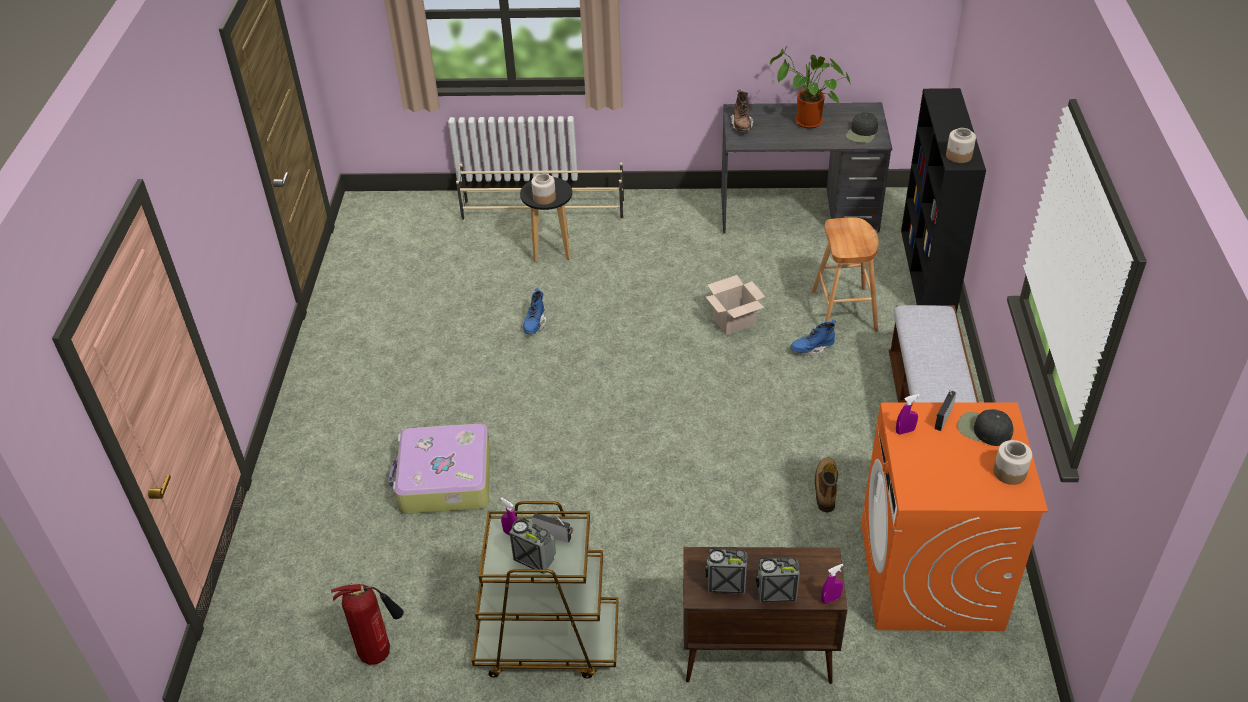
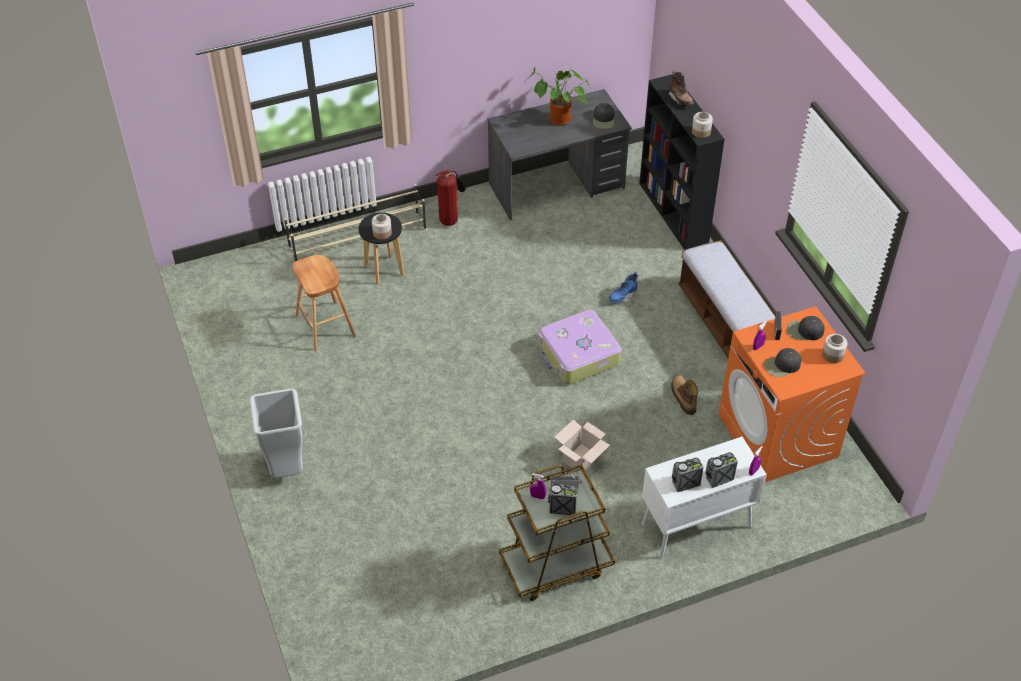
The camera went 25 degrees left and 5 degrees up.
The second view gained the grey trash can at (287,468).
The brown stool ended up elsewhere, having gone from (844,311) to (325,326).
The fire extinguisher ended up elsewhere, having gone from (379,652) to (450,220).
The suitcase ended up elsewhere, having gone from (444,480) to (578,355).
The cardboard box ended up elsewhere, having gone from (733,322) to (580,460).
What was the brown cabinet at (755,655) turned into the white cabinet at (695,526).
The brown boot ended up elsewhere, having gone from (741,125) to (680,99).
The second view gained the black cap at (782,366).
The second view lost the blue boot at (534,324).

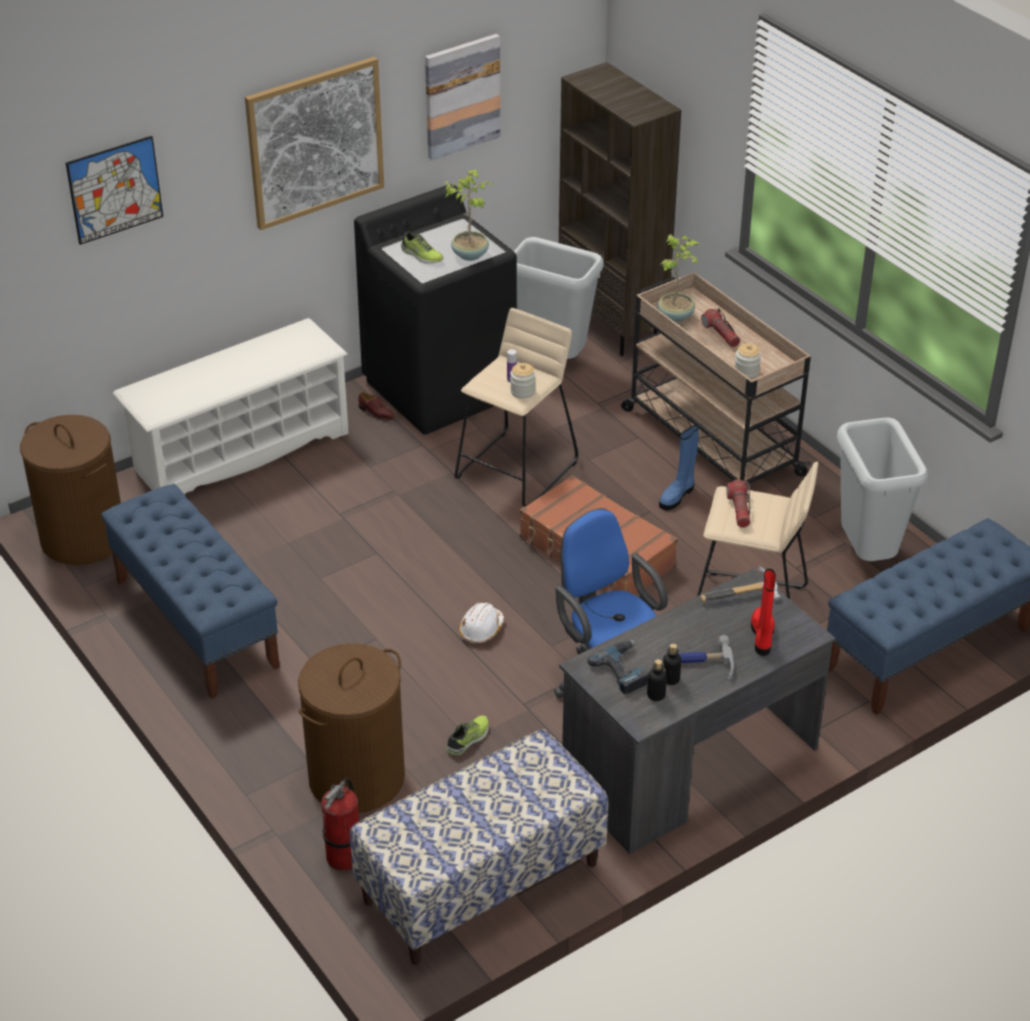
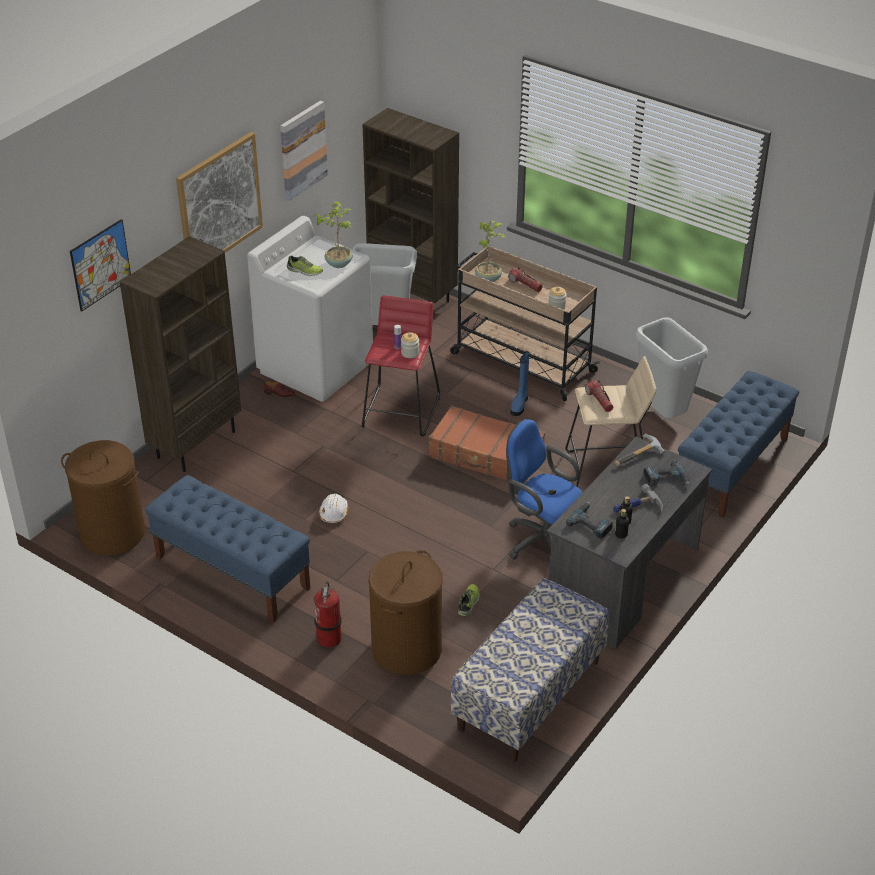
The camera went 20 degrees left and 0 degrees up.
Where the white shoe rack stood at (241,451), the brown bookcase came to stand at (196,444).
What was the black washing machine at (440,388) turned into the white washing machine at (316,366).
The fire extinguisher ended up elsewhere, having gone from (345,856) to (329,638).
The white hard hat ended up elsewhere, having gone from (481,629) to (334,513).
What was the beige stool at (516,470) turned into the red stool at (401,412).
Where the red boot stood at (762,636), the power drill came to stand at (666,479).

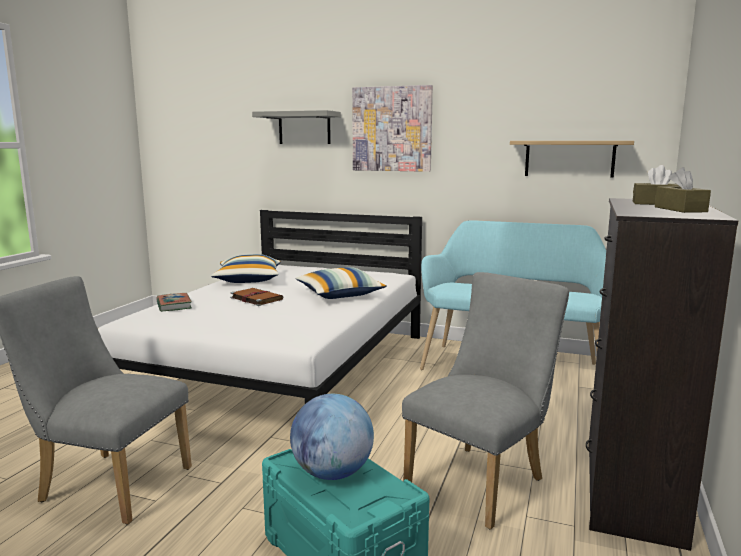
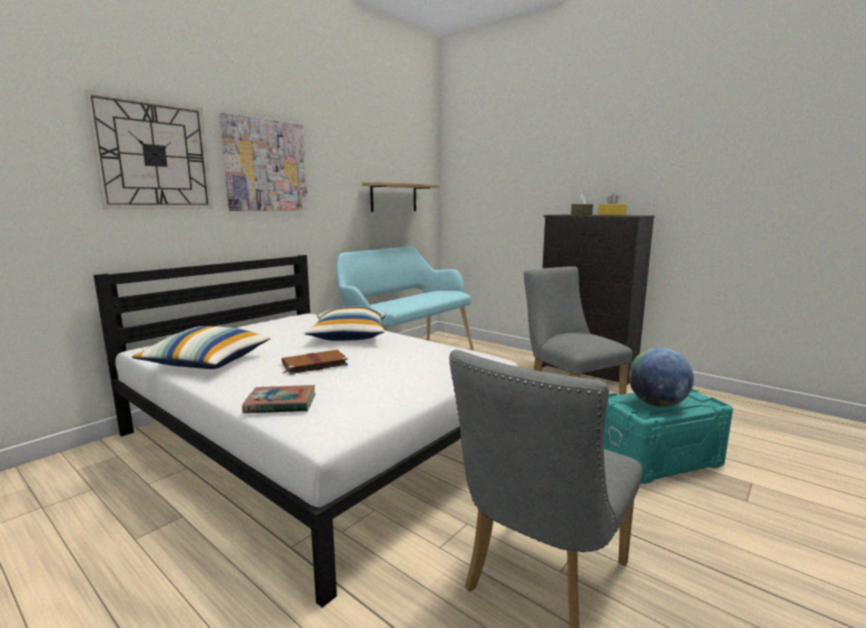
The camera went 70 degrees left and 0 degrees up.
Where the grey shelf hung at (304,128), the wall clock came to hang at (154,155).
What was the brown tissue box at (680,209) turned into the yellow tissue box at (611,214).

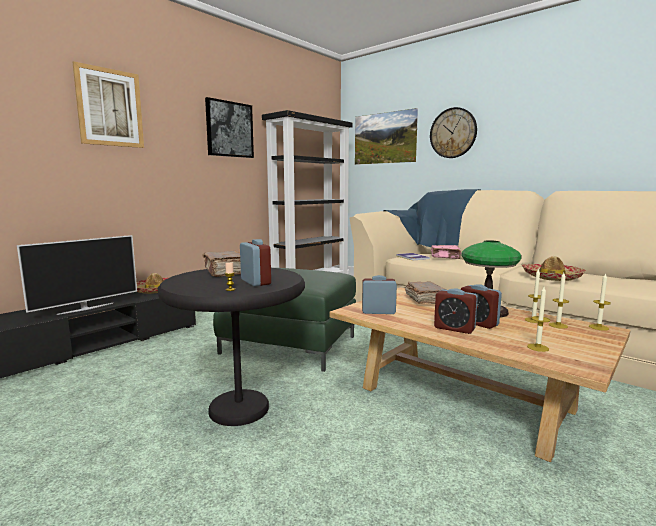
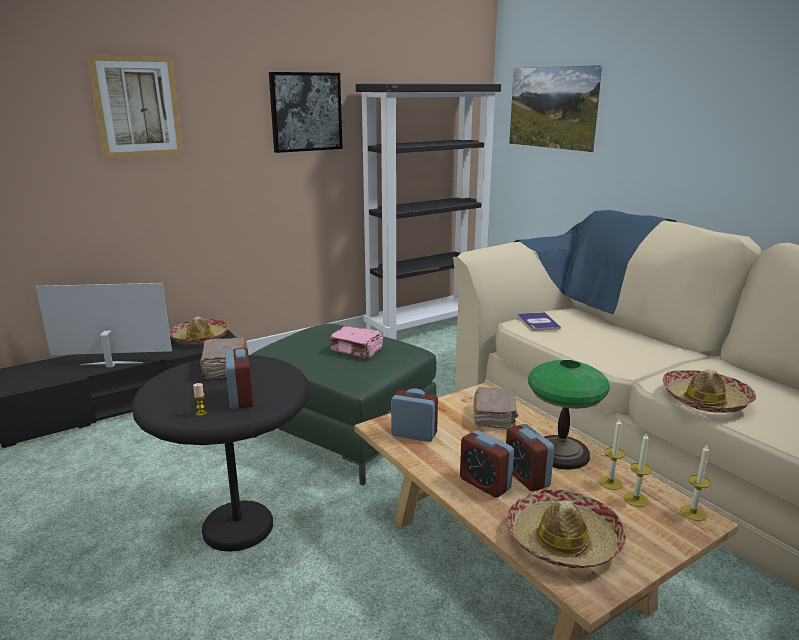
The camera went 15 degrees right and 10 degrees up.
The television at (85,308) ended up facing another way, 150 degrees counterclockwise from before.
The pink book ended up elsewhere, having gone from (445,257) to (357,350).
Where the candle stood at (538,347), the hat came to stand at (563,540).
The second view lost the wall clock at (453,133).

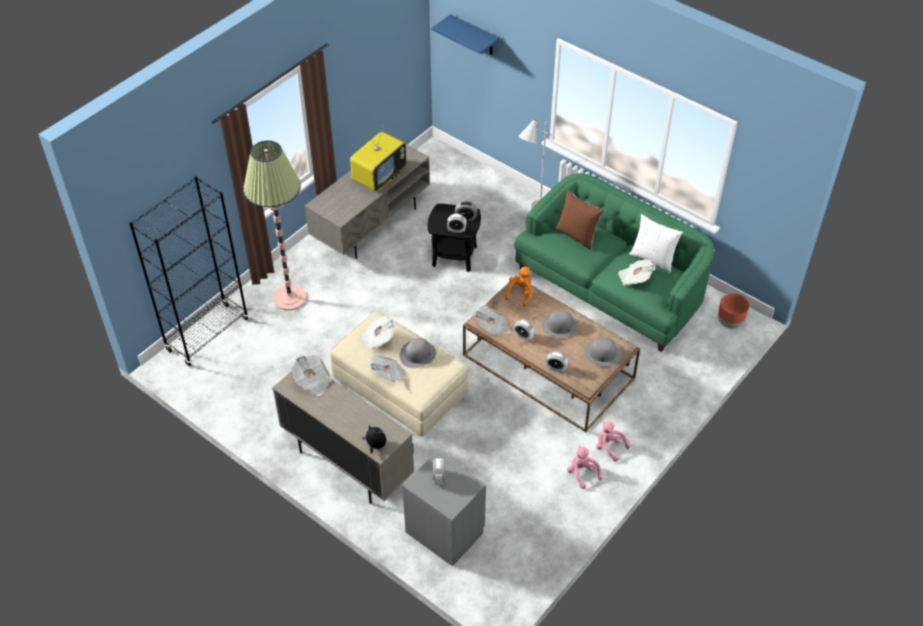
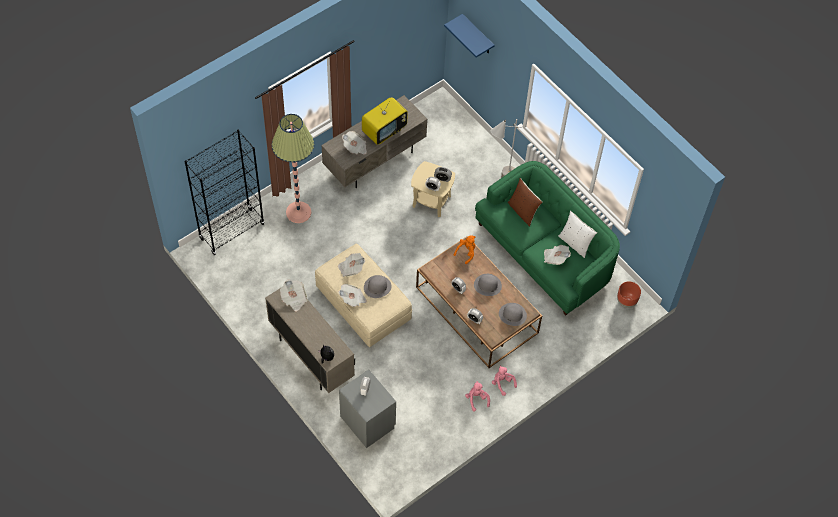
The camera went 10 degrees right and 10 degrees up.
The newspaper ended up elsewhere, having gone from (492,327) to (355,147).
What was the black side table at (454,256) turned into the beige side table at (431,201).

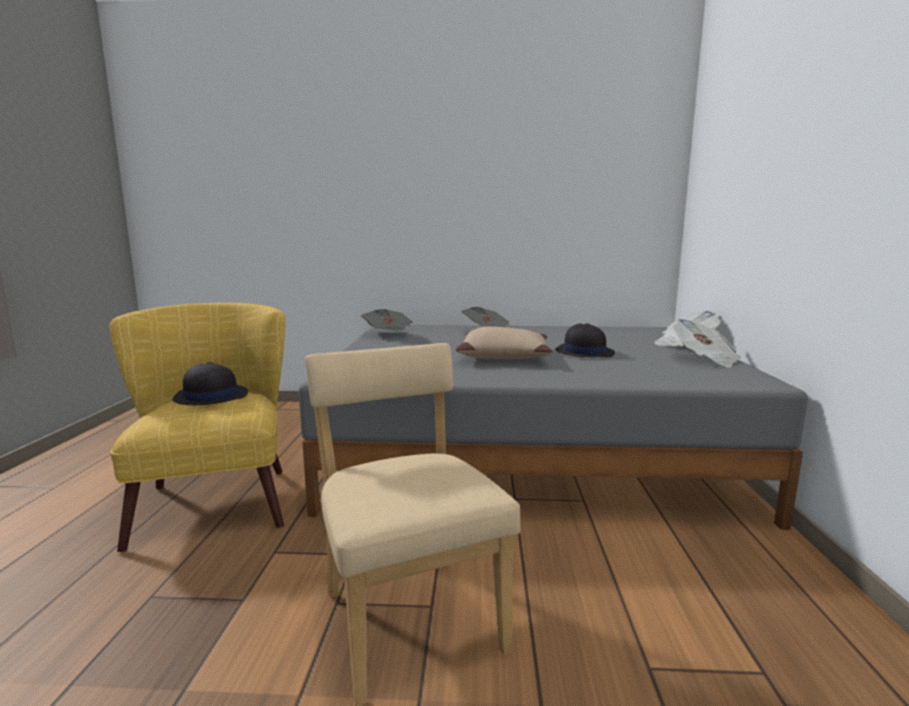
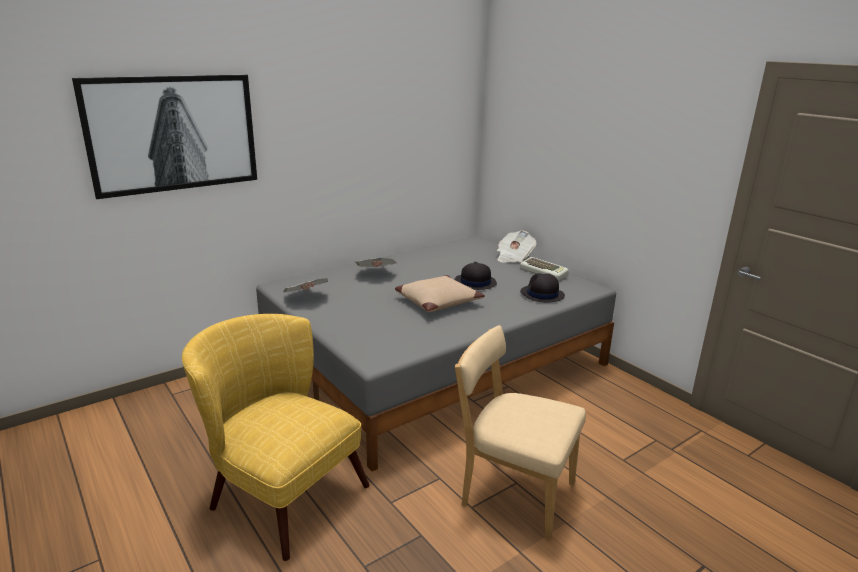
The camera went 40 degrees left and 10 degrees up.
The second view gained the picture at (174,134).
Where the newspaper stood at (705,359), the keyboard came to stand at (544,272).
The black hat ended up elsewhere, having gone from (210,396) to (542,294).

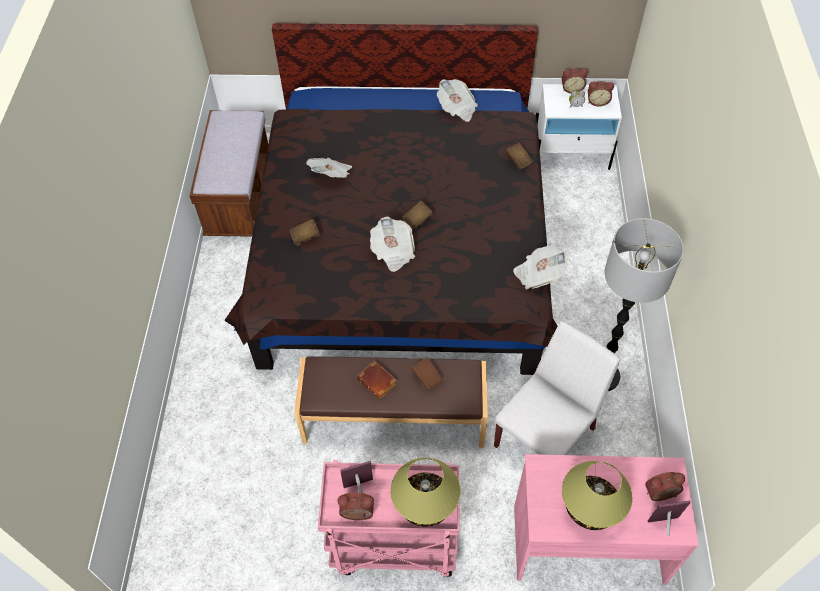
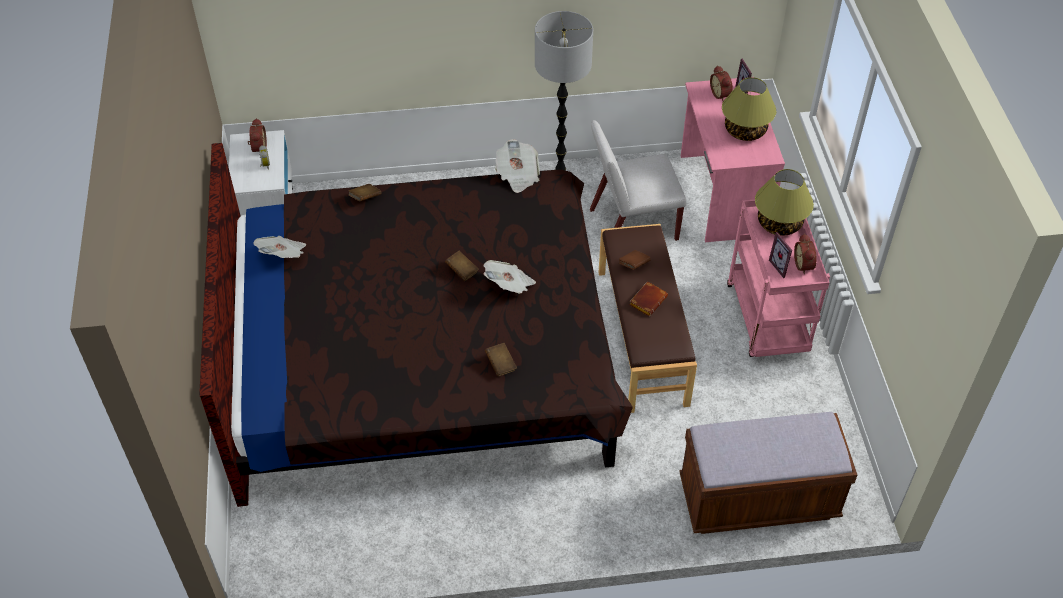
The camera went 100 degrees left and 5 degrees down.
The white chair at (545,436) ended up facing another way, 45 degrees counterclockwise from before.
The brown bench ended up elsewhere, having gone from (240,198) to (758,499).
The second view lost the newspaper at (331,175).
The second view lost the alarm clock at (571,89).

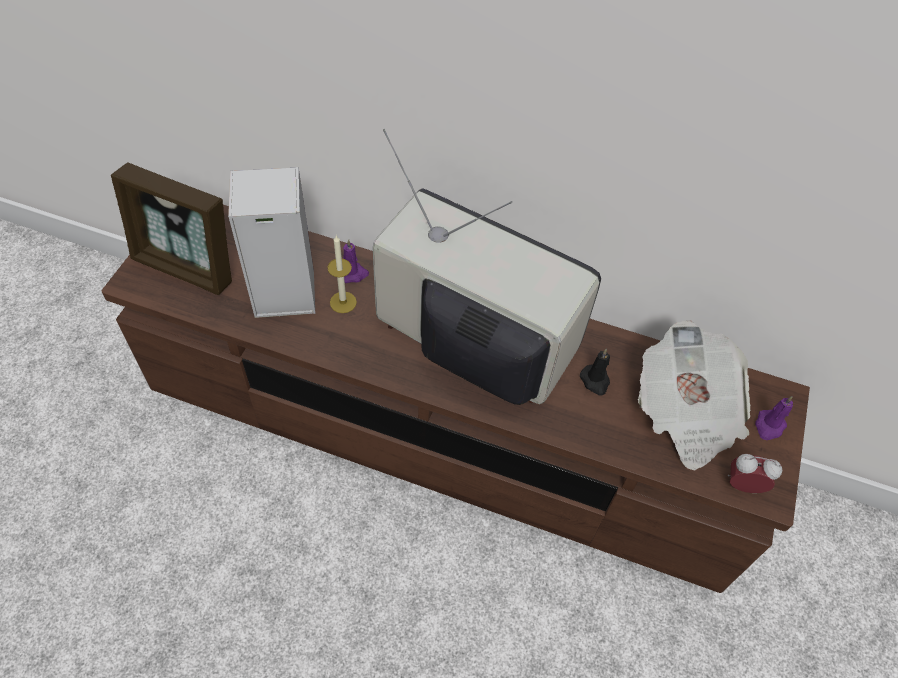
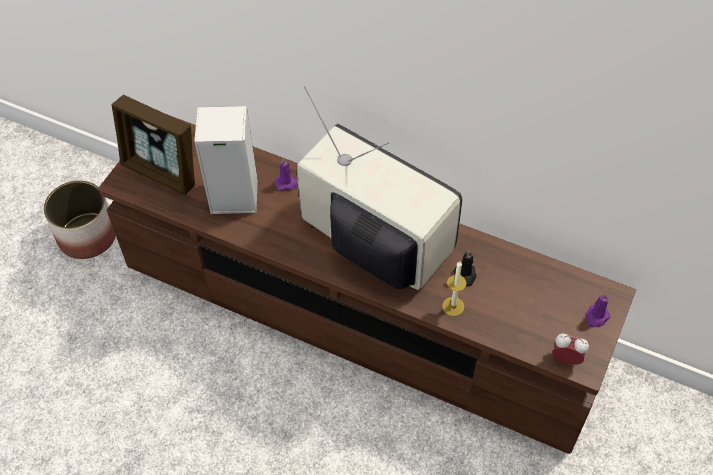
The camera went 10 degrees right and 0 degrees up.
The second view gained the planter at (88,236).
The candle ended up elsewhere, having gone from (343,302) to (453,306).
The second view lost the newspaper at (686,413).

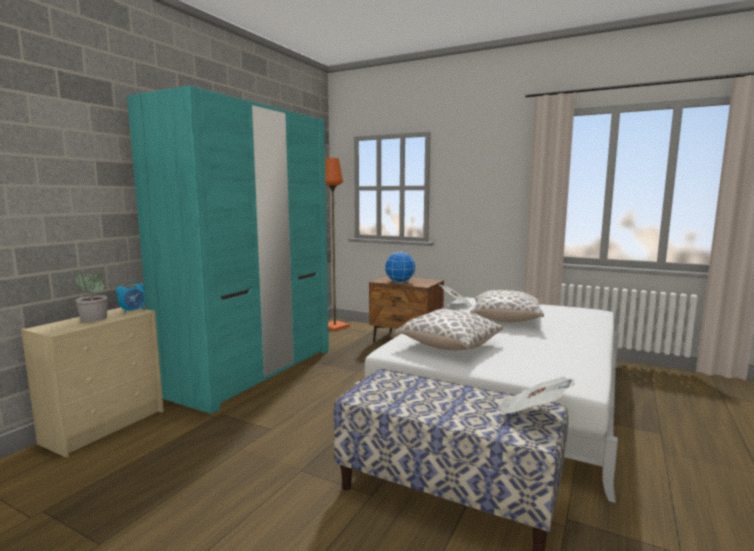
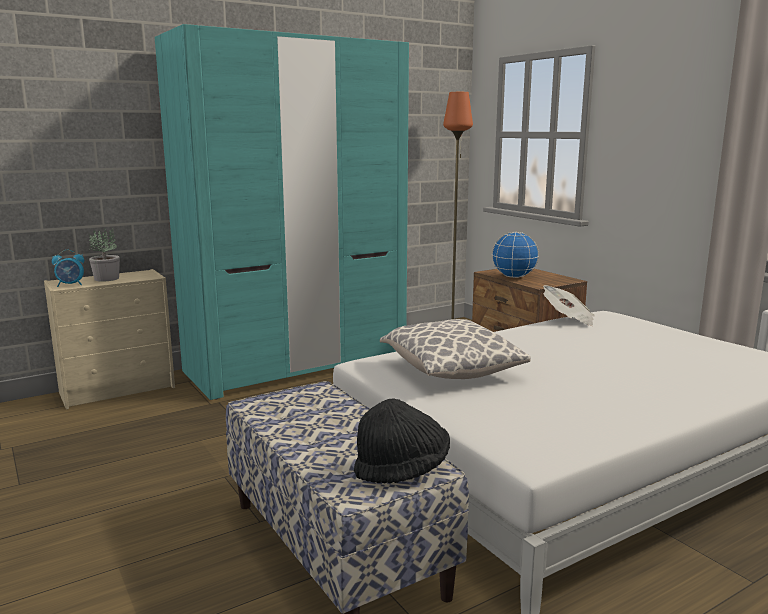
The camera went 30 degrees right and 5 degrees up.
The alarm clock ended up elsewhere, having gone from (133,311) to (70,285).
Where the newspaper stood at (531,413), the black hat came to stand at (402,470).
The second view lost the pillow at (505,319).

